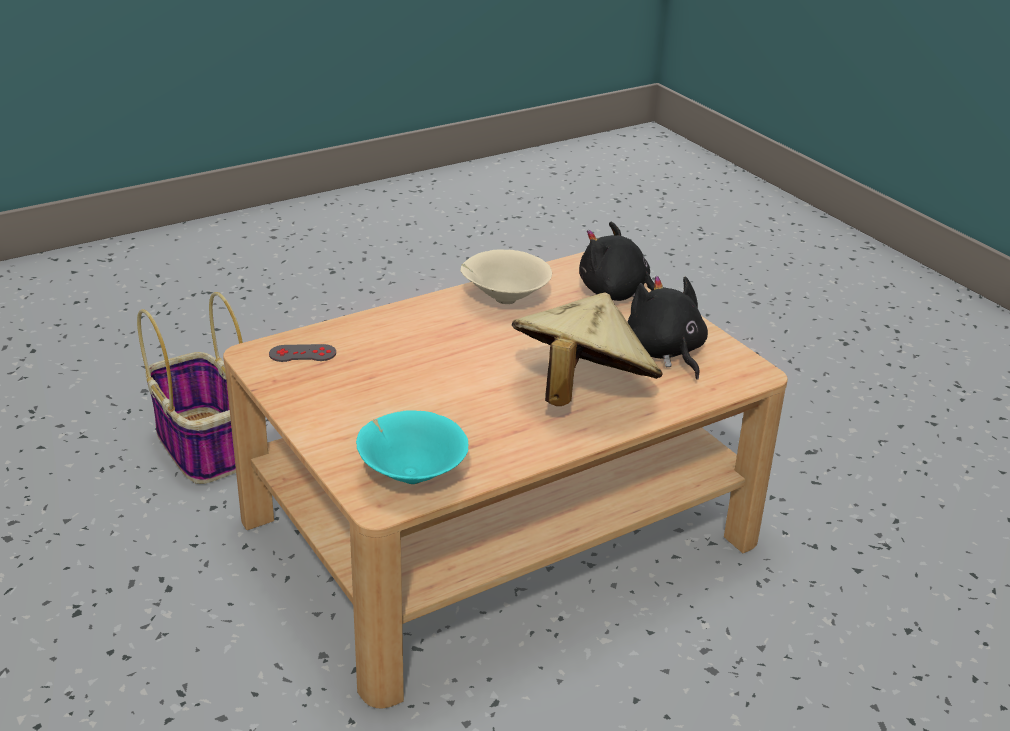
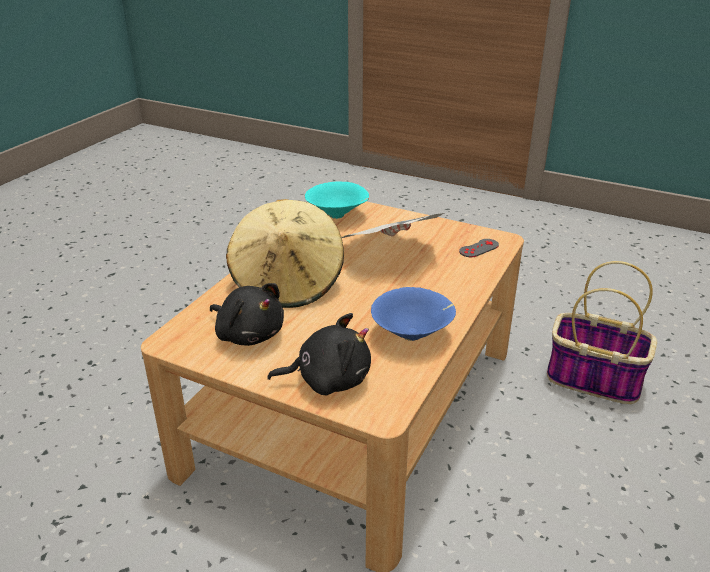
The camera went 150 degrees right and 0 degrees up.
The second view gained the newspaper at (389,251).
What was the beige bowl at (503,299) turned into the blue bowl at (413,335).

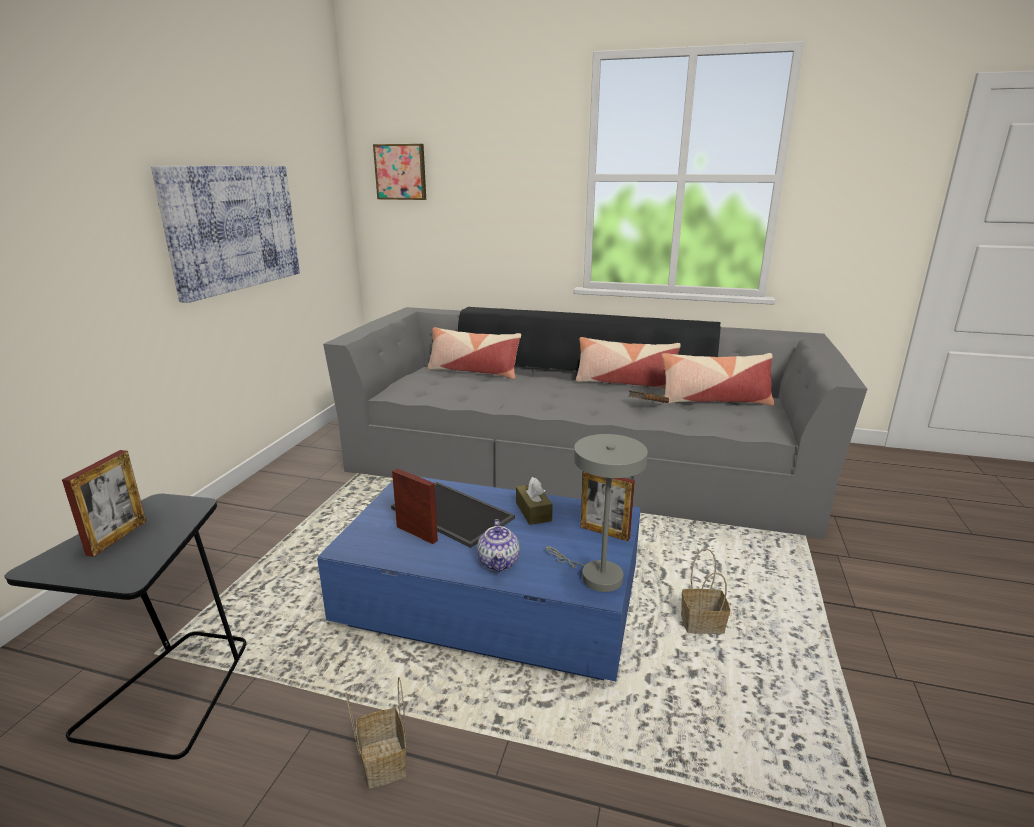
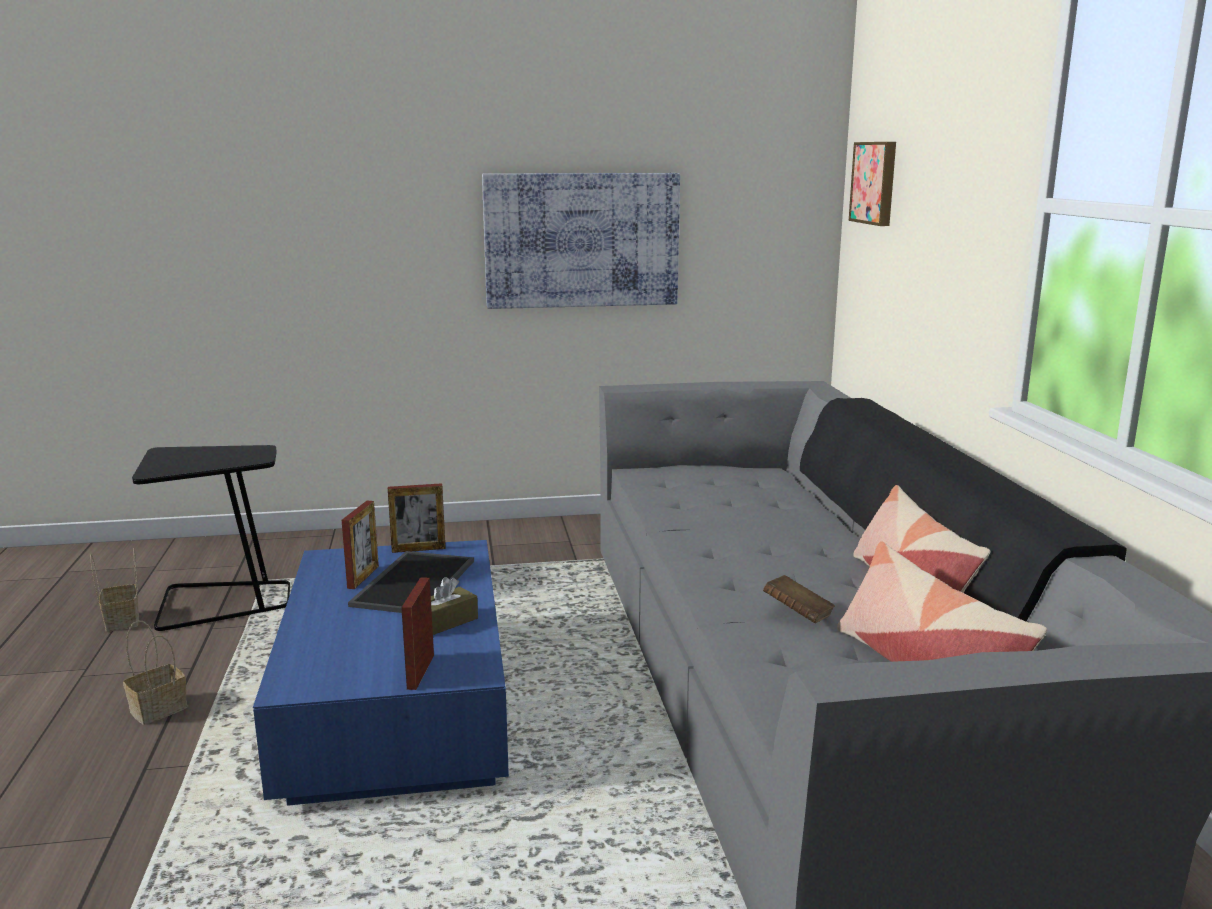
The camera went 65 degrees right and 5 degrees down.
The basket ended up elsewhere, having gone from (703,623) to (123,621).
The picture frame ended up elsewhere, having gone from (117,537) to (418,549).
The second view lost the pillow at (473,371).
The second view lost the teapot at (499,563).
The second view lost the grey table lamp at (595,576).

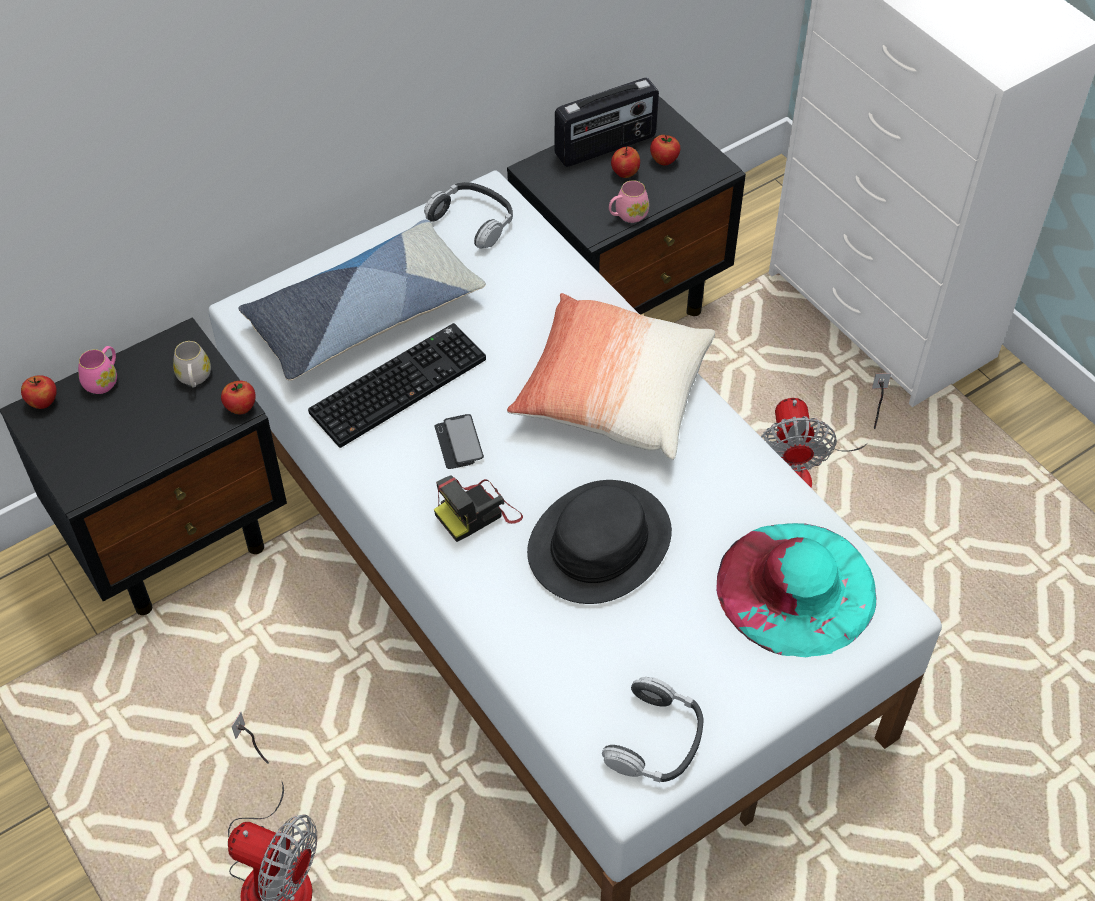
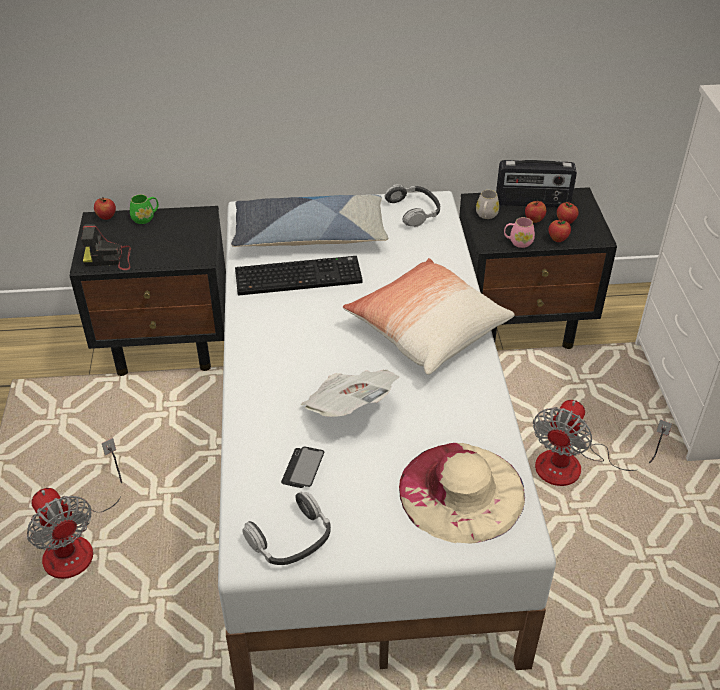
The camera went 30 degrees right and 10 degrees down.
The photo camera ended up elsewhere, having gone from (478,513) to (110,258).
What was the pink mug at (103,380) turned into the green mug at (146,218).
The phone ended up elsewhere, having gone from (459,443) to (303,468).
Where the black hat stood at (599,543), the newspaper came to stand at (349,408).
What was the turquoise hat at (796,588) turned into the beige hat at (461,491).
The white mug ended up elsewhere, having gone from (194,378) to (486,216).
The apple ended up elsewhere, having gone from (241,408) to (558,239).

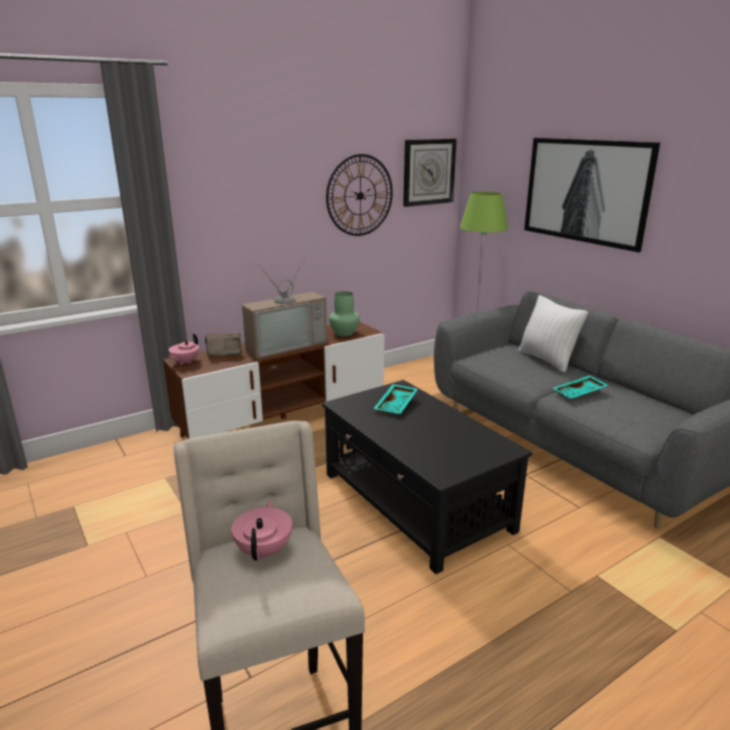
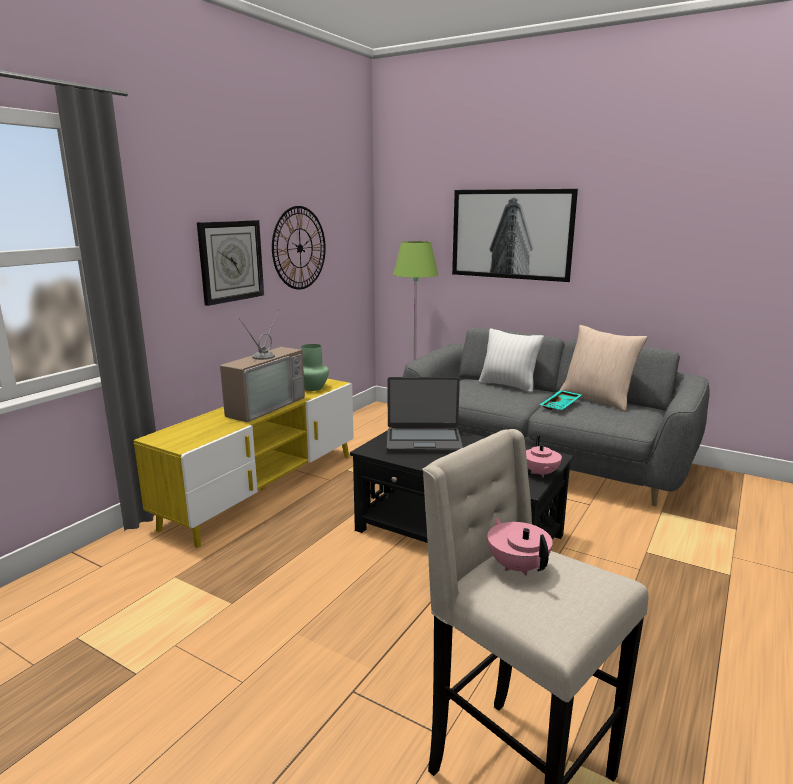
The camera went 25 degrees left and 5 degrees down.
What was the brown tv stand at (284,418) turned into the yellow tv stand at (264,489).
The wall clock ended up elsewhere, having gone from (428,172) to (231,261).
Where the turquoise tray stood at (397,405), the laptop came to stand at (423,441).
The pink teapot ended up elsewhere, having gone from (185,362) to (540,473).
The second view gained the beige pillow at (597,399).
The second view lost the radio at (223,353).

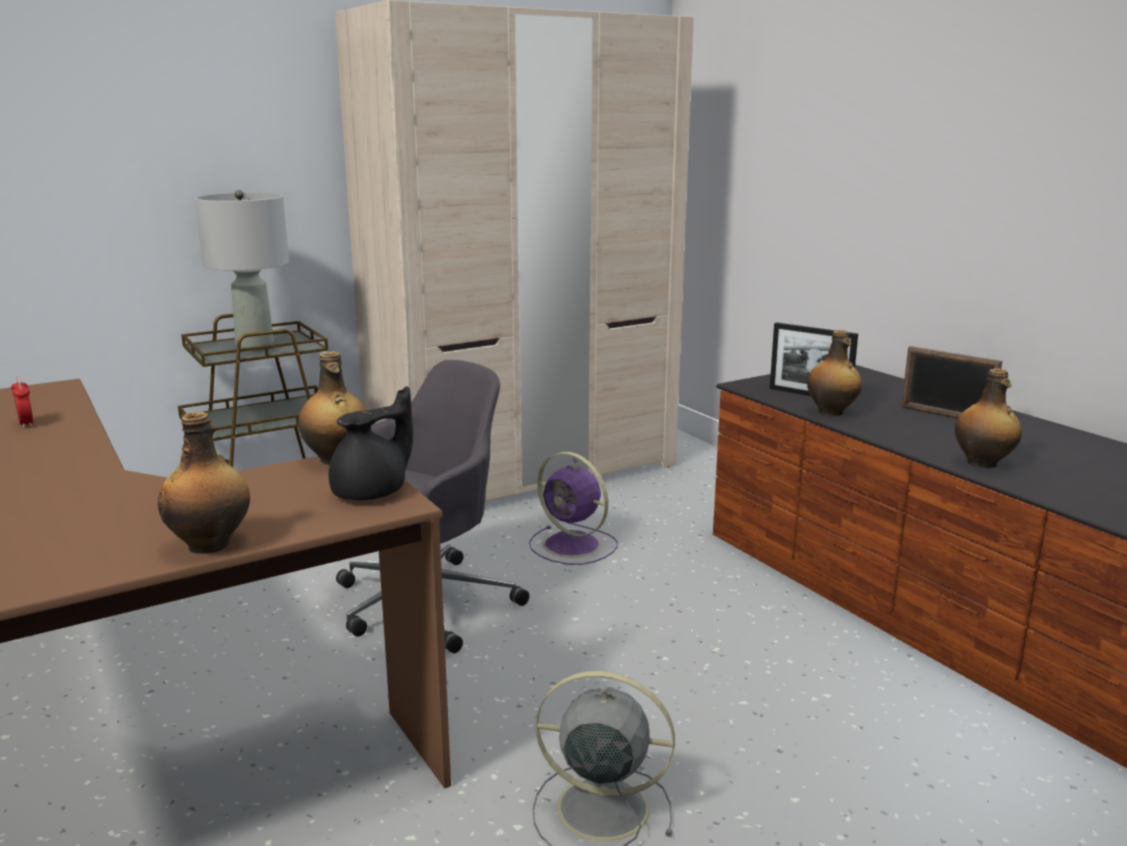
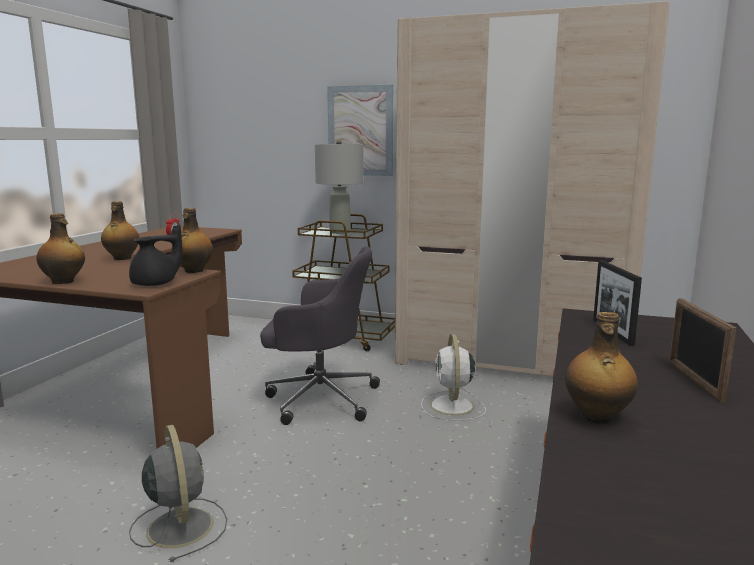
The camera went 50 degrees right and 5 degrees down.
The bottle ended up elsewhere, having gone from (831,412) to (122,258).
The black teapot at (373,492) ended up facing another way, 45 degrees counterclockwise from before.
The second view gained the picture at (360,131).
What was the purple fan at (574,545) turned into the white fan at (452,406).

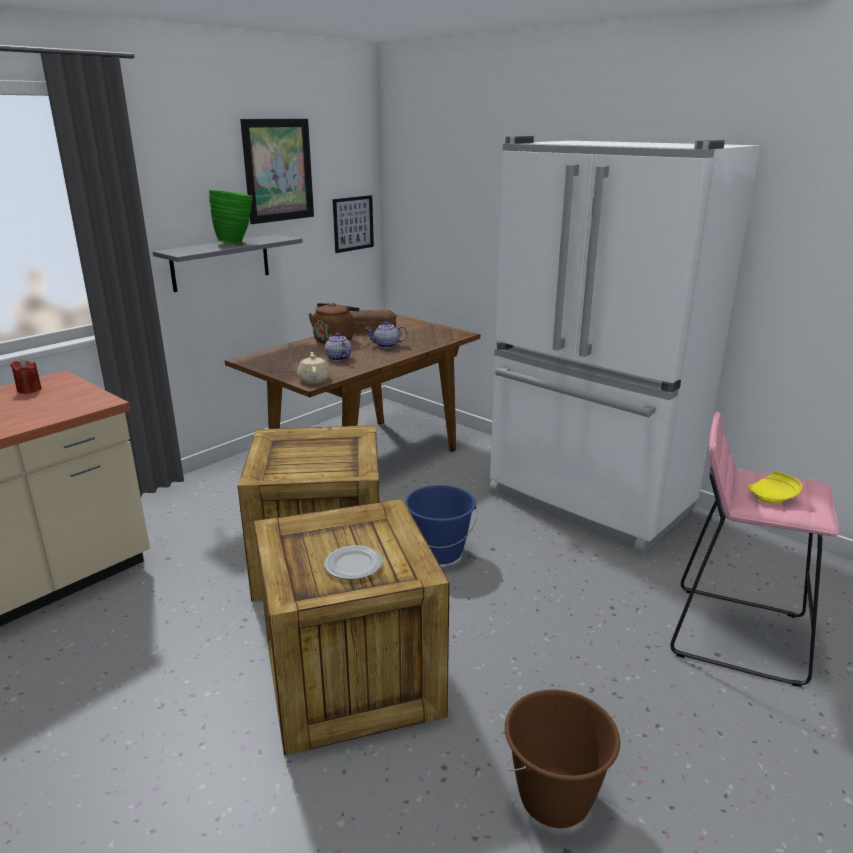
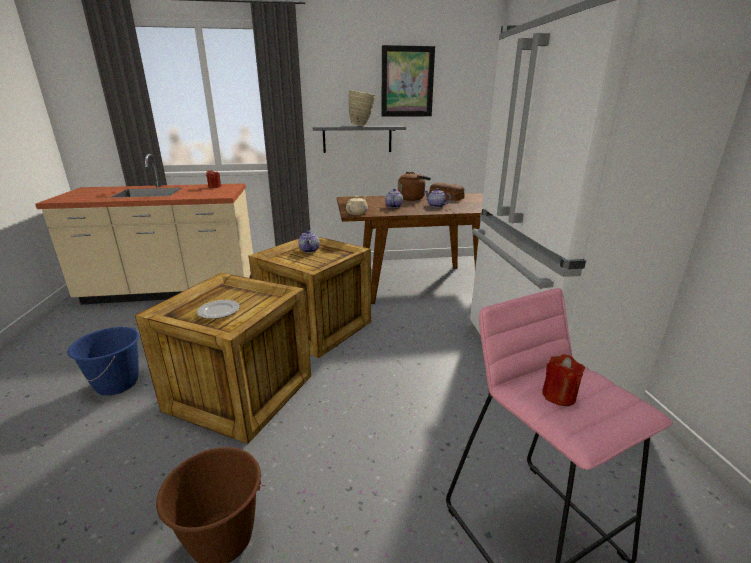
The camera went 40 degrees right and 0 degrees up.
The blue bucket ended up elsewhere, having gone from (440,552) to (117,384).
The second view gained the teapot at (310,250).
What was the green vase at (236,243) turned into the beige vase at (362,126).
Where the yellow plate stood at (773,497), the red candle came to stand at (558,396).
The second view lost the picture at (353,223).

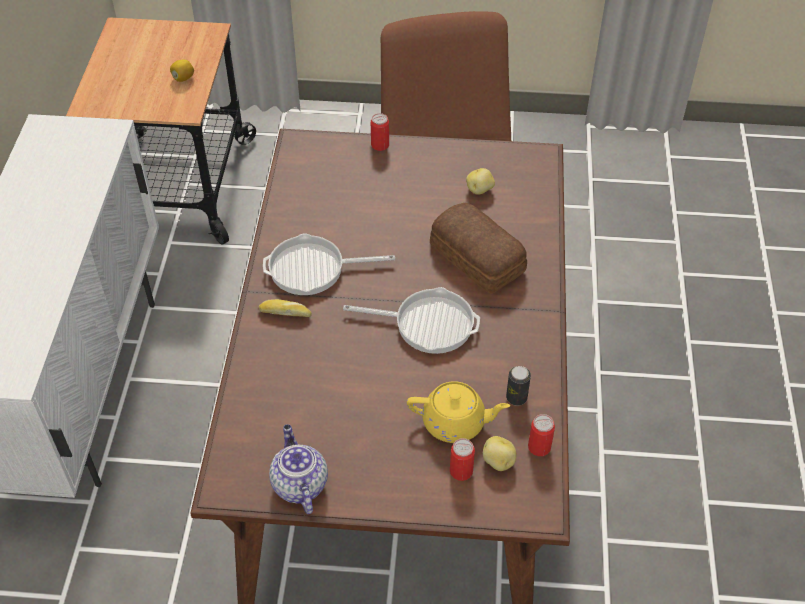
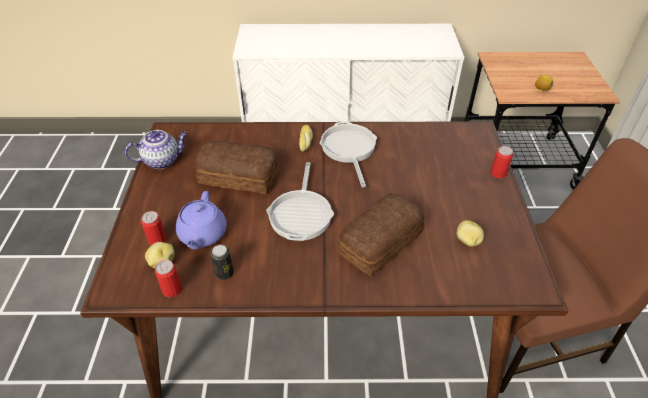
The camera went 85 degrees right and 5 degrees down.
What was the yellow teapot at (455,423) turned into the purple teapot at (202,235).
The second view gained the bread at (238,175).

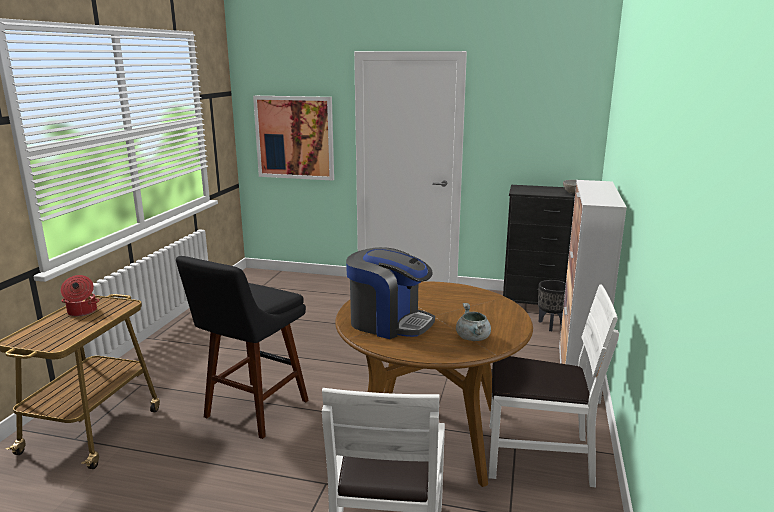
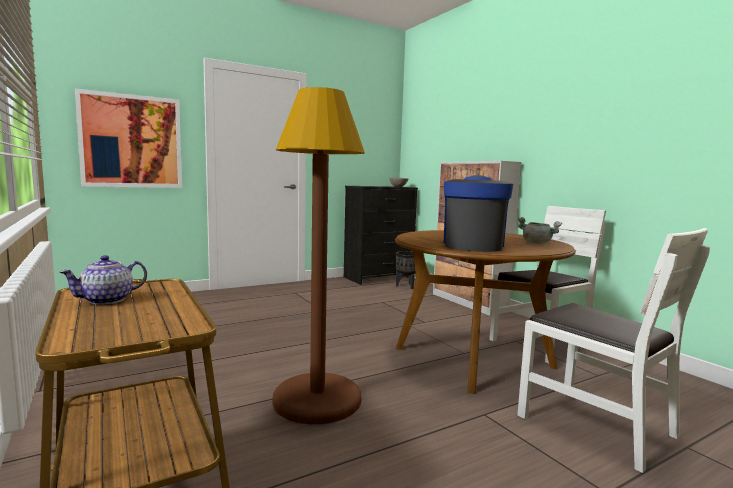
The camera went 45 degrees left and 10 degrees down.
Where the cooking pot stood at (82,312), the teapot came to stand at (108,300).
Where the black stool stood at (252,412), the brown floor lamp came to stand at (317,400).
The coffee machine at (389,322) ended up facing another way, 60 degrees counterclockwise from before.

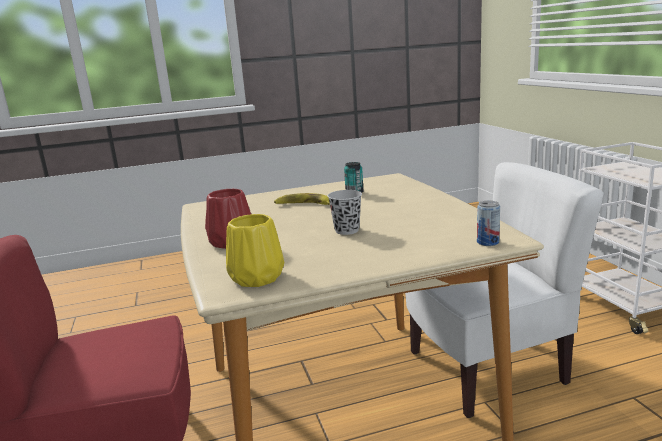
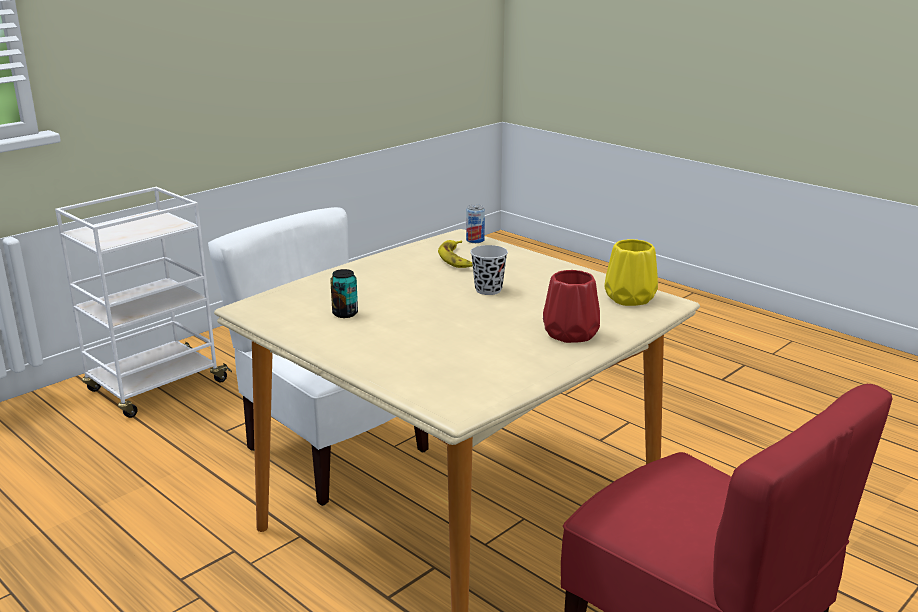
The camera went 120 degrees left and 5 degrees up.
The banana ended up elsewhere, having gone from (303,205) to (456,259).

